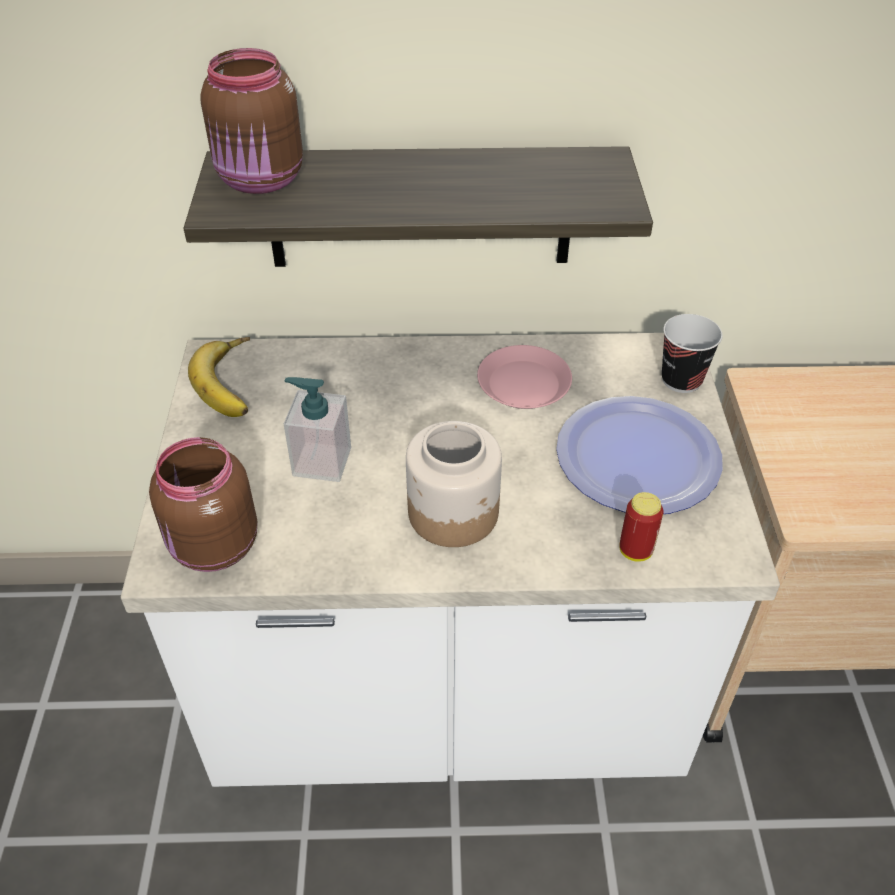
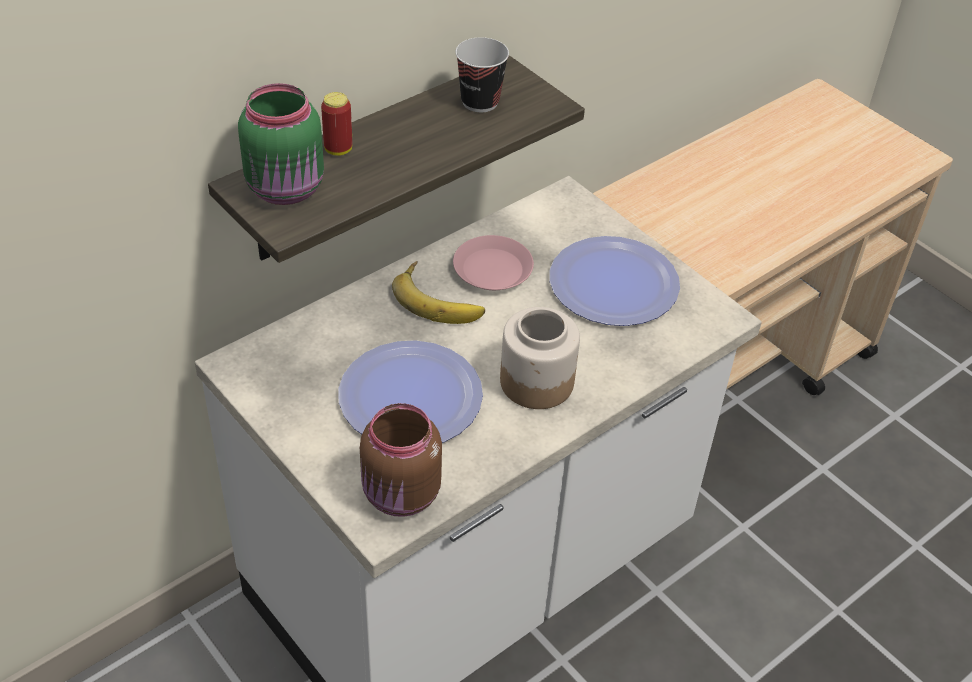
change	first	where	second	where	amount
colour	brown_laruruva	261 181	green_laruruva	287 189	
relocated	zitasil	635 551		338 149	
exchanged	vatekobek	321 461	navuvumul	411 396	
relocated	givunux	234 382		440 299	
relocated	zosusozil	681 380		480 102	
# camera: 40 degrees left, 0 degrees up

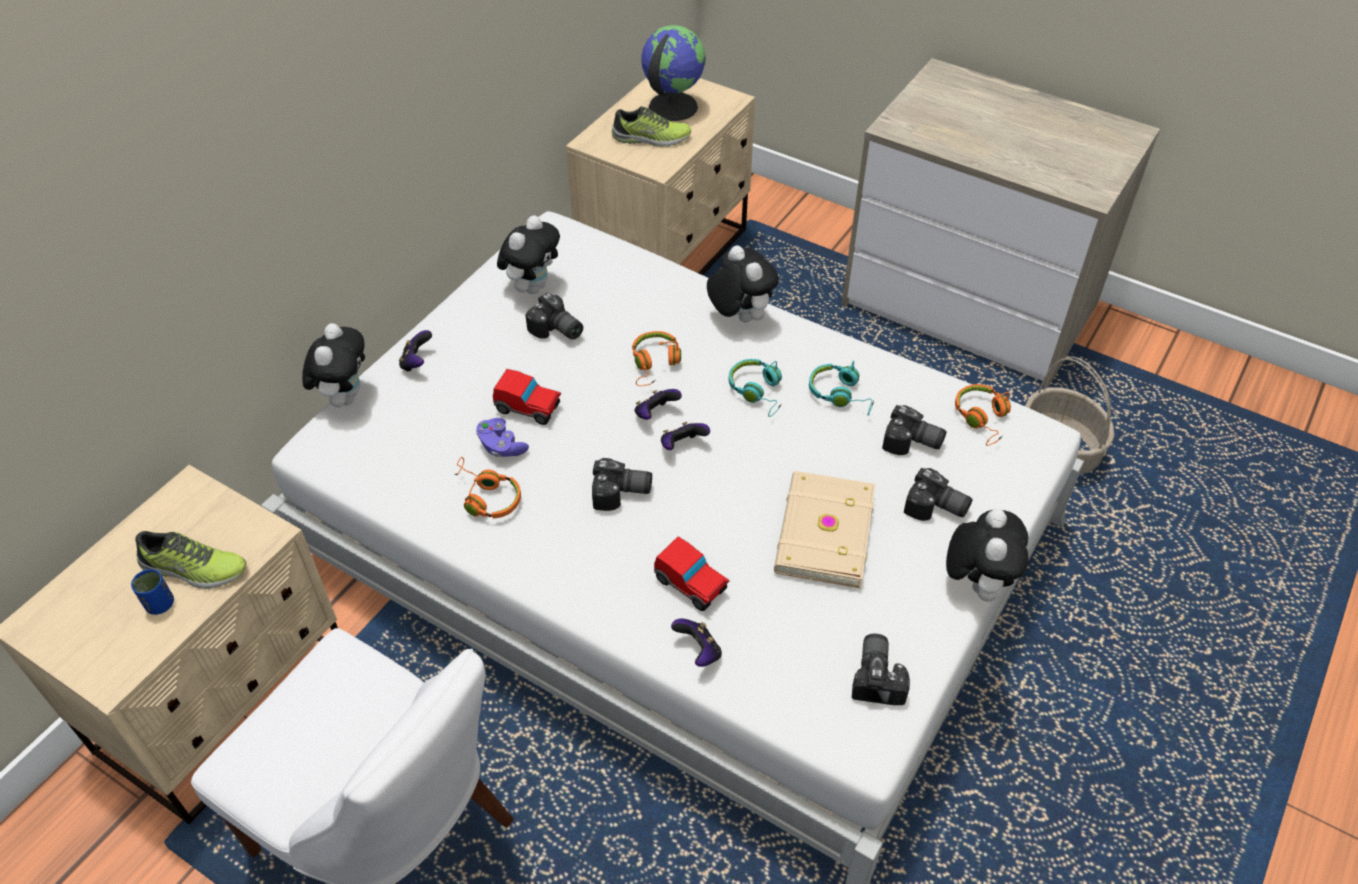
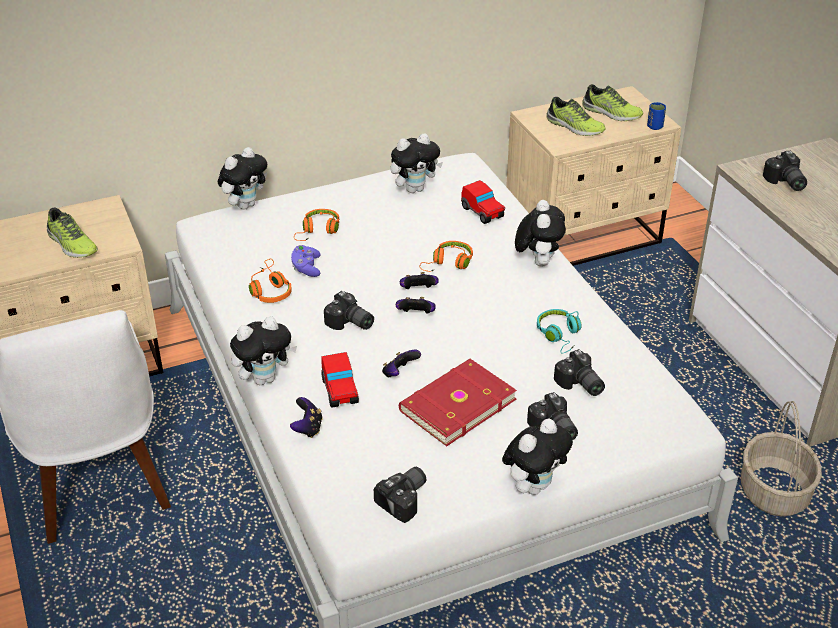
change	first	where	second	where	amount
appeared			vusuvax	264 378	
relocated	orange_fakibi	982 419		318 231	
relocated	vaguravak	417 362		399 373	
colour	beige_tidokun	822 533	red_tidokun	455 404	
relocated	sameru	528 408		482 212	
exchanged	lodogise	672 106	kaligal	611 113	
relocated	blue_zosusozil	160 604		654 127	
relocated	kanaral	556 331		784 182	
missing	turquoise_fakibi	758 392			
# camera: 35 degrees right, 10 degrees down

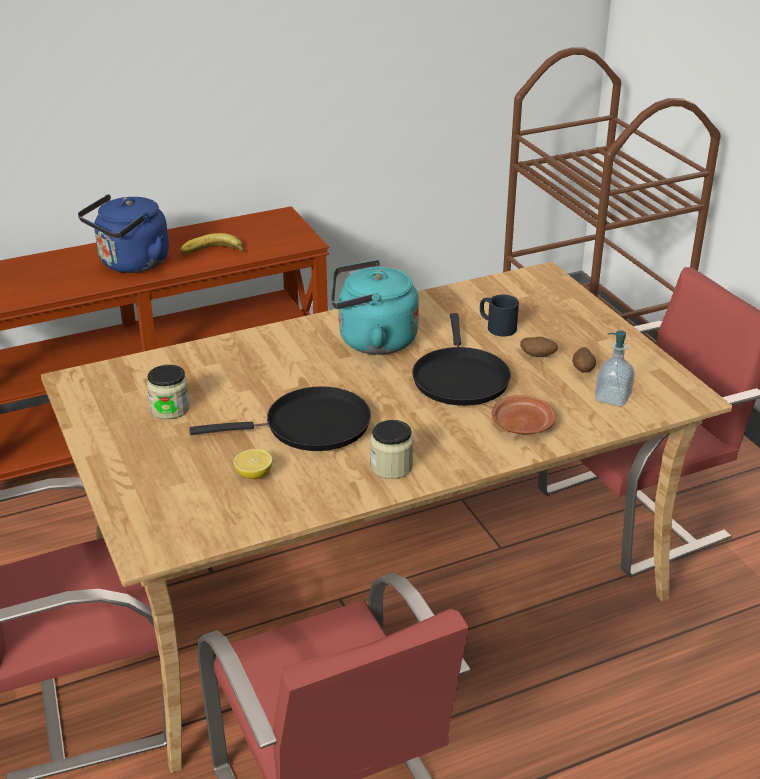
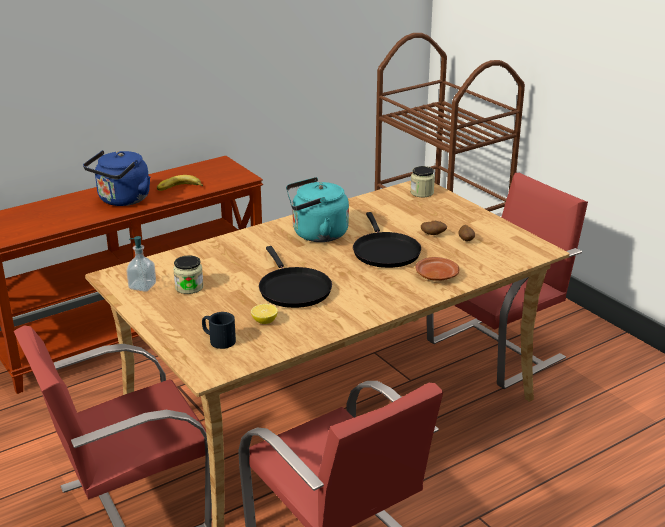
change	first	where	second	where	amount
relocated	vatekobek	612 398		142 286	
relocated	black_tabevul	496 326		218 340	
spun	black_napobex	310 426		293 289	90 degrees clockwise
relocated	laruruva	391 467		422 193	
# camera: 10 degrees left, 5 degrees down

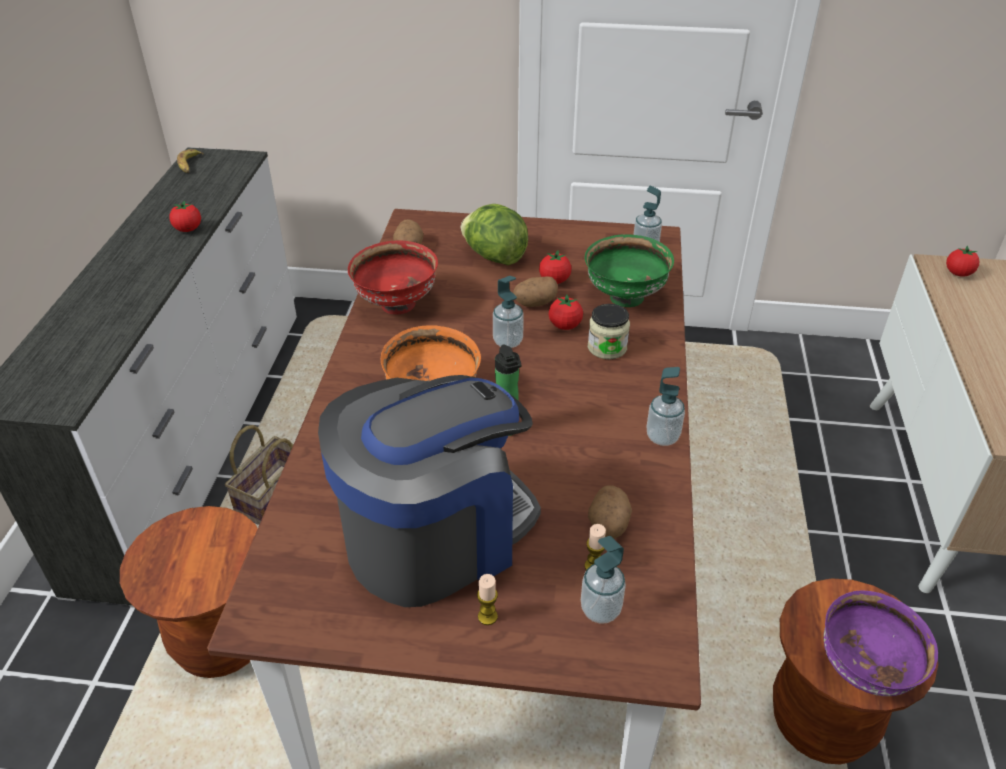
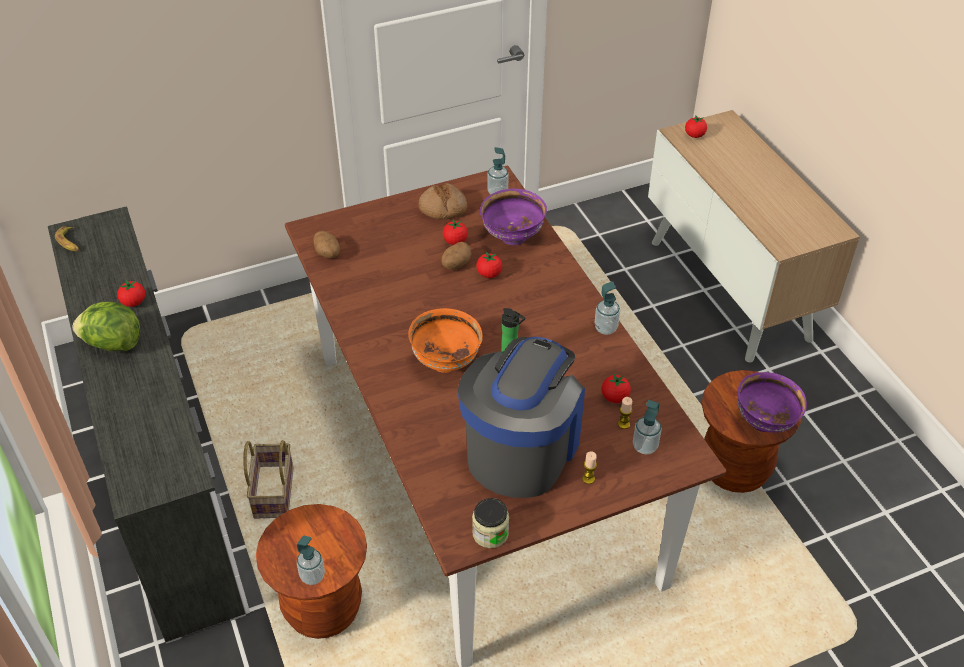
change	first	where	second	where	amount
relocated	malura	494 257		113 344	
relocated	vatekobek	508 342		312 576	
appeared			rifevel	443 208	
relocated	laruruva	607 347		490 533	
colour	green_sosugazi	624 298	purple_sosugazi	512 238	
exchanged	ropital	608 526	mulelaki	614 397	
missing	red_sosugazi	397 306			
# camera: 30 degrees left, 5 degrees up

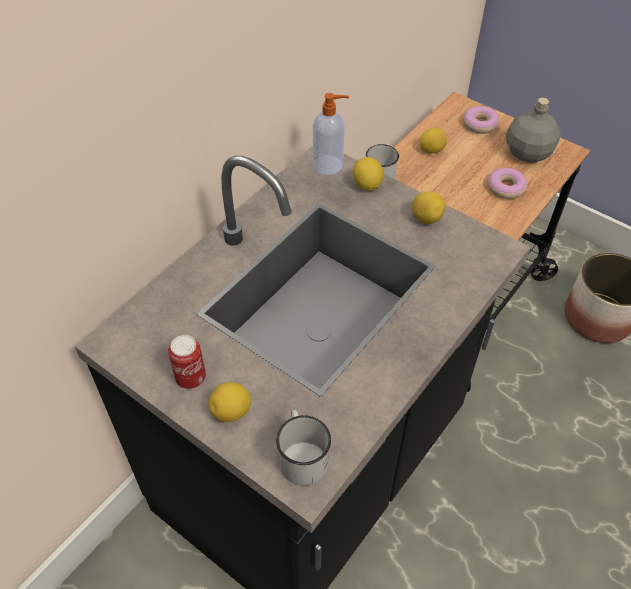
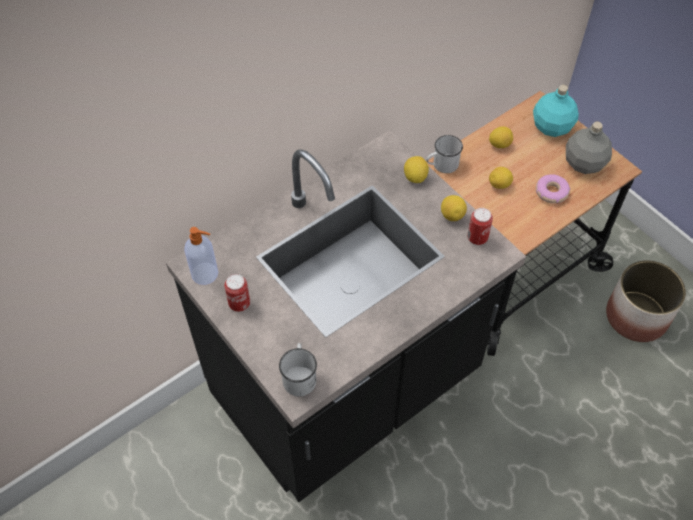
change	first	where	second	where	amount
relocated	vatekobek	329 165		206 274	
appeared			zitasil	477 238	
relocated	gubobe	231 412		499 185	
exchanged	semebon	479 124	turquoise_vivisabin	551 127	
# camera: 15 degrees right, 5 degrees up

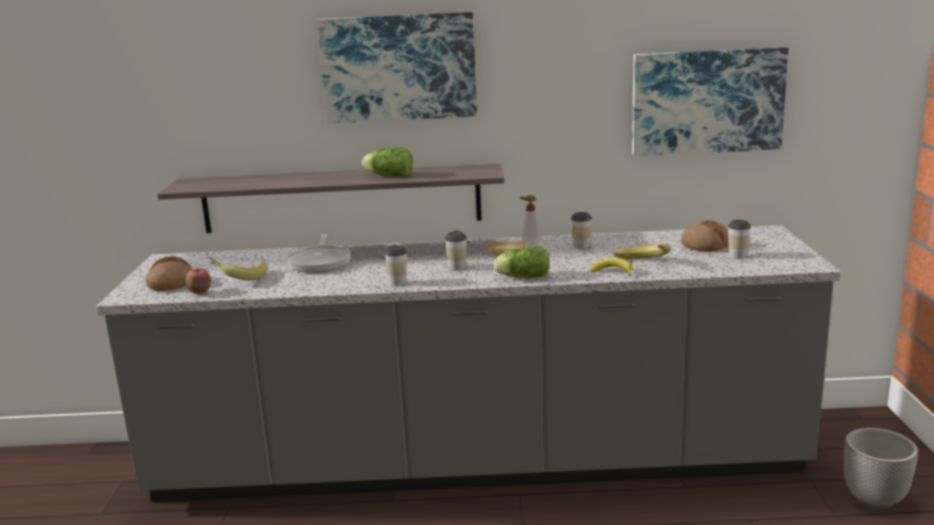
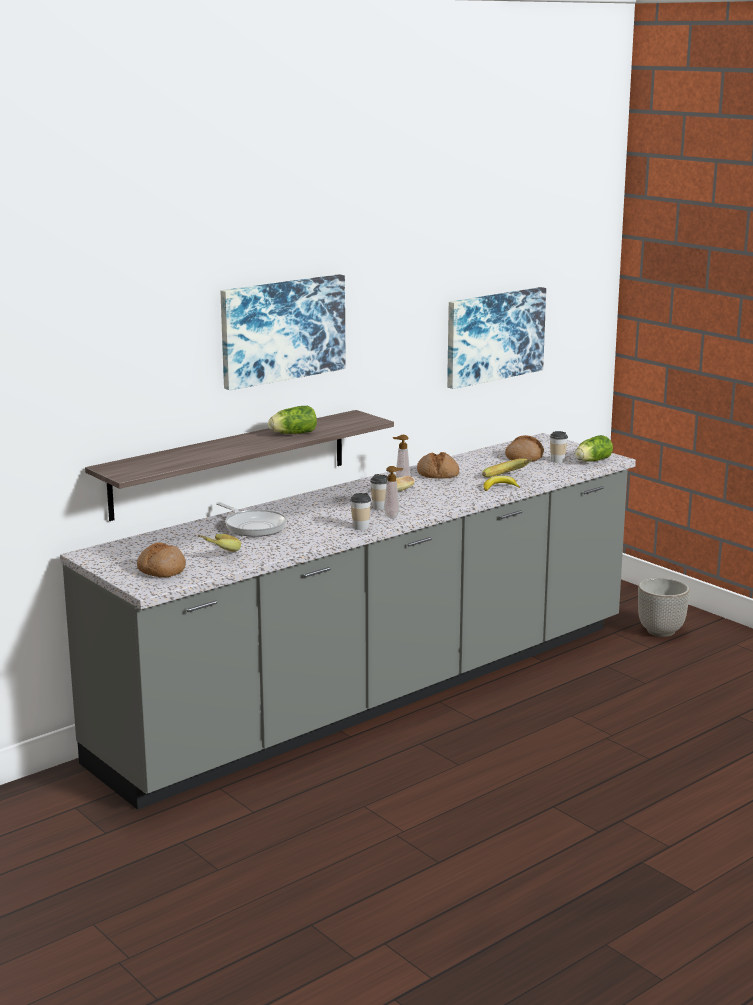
change	first	where	second	where	amount
appeared			vatekobek	393 516	
exchanged	zosusozil	581 246	rifevel	437 474	
relocated	malura	521 277		591 461	
missing	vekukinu	200 293			
# camera: 40 degrees left, 0 degrees up

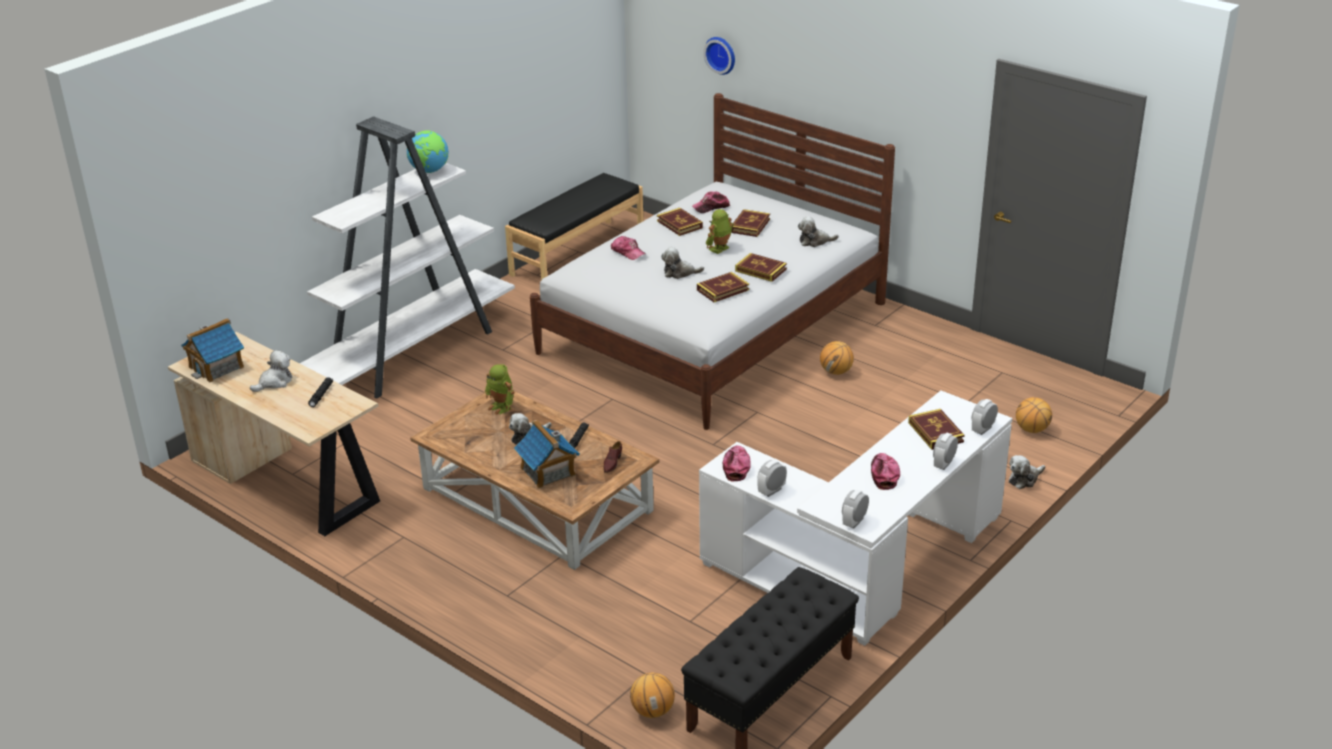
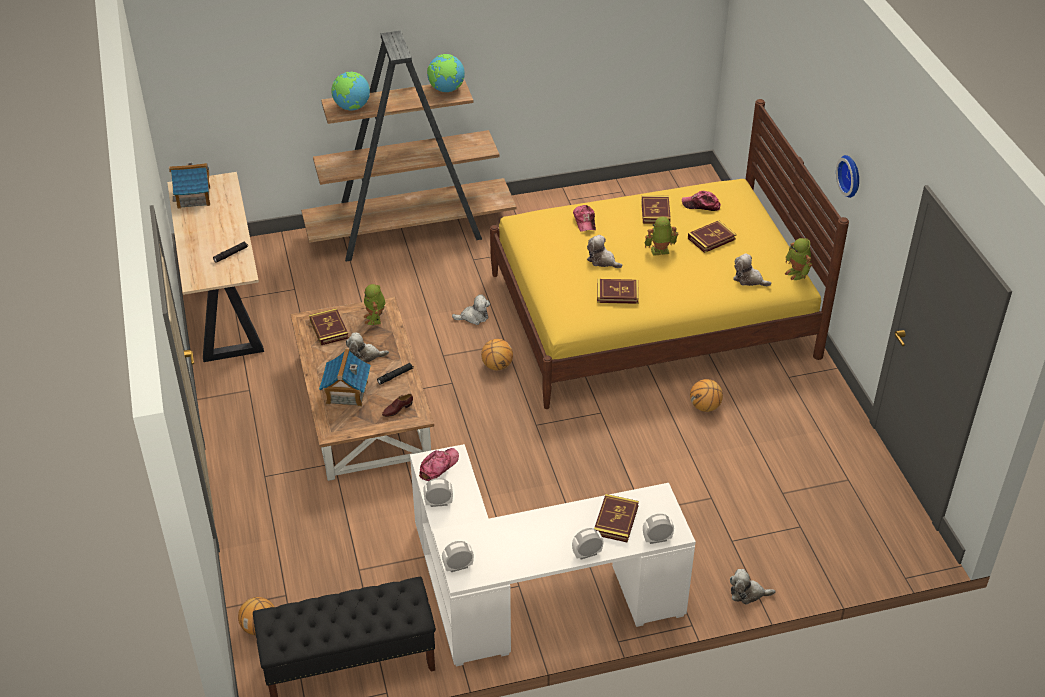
change	first	where	second	where	amount
colour	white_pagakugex	414 351	brown_pagakugex	411 231	
relocated	tidokun	761 270		329 329	
appeared			lodogise	352 107	
relocated	vusuvax	274 382		473 317	
relocated	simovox	1031 429		497 366	
colour	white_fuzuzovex	713 328	yellow_fuzuzovex	651 315	
appeared			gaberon	797 273	
relocated	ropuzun	721 54		851 175	
missing	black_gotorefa	577 254			
missing	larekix	884 474			
# camera: 35 degrees right, 10 degrees up

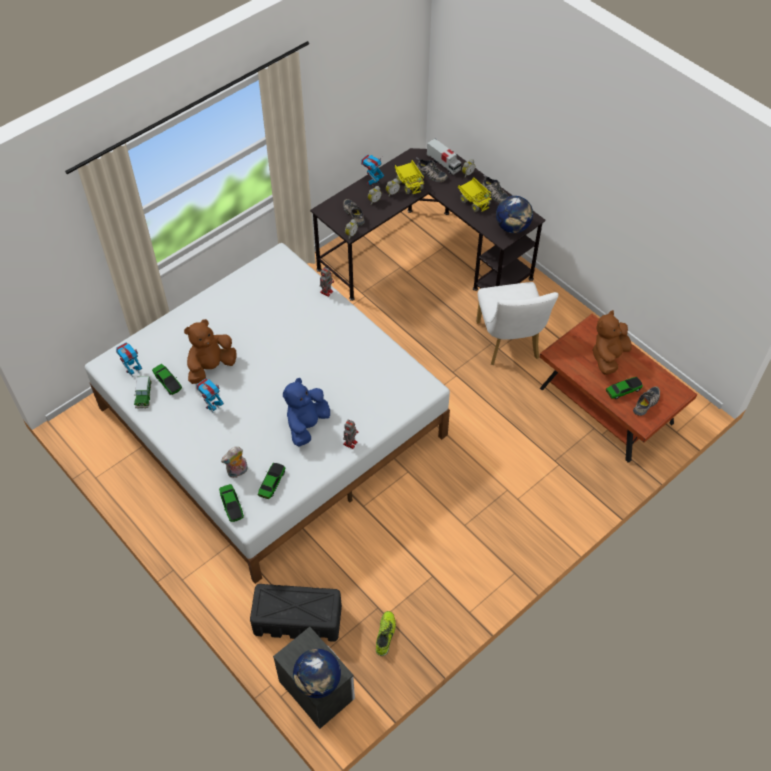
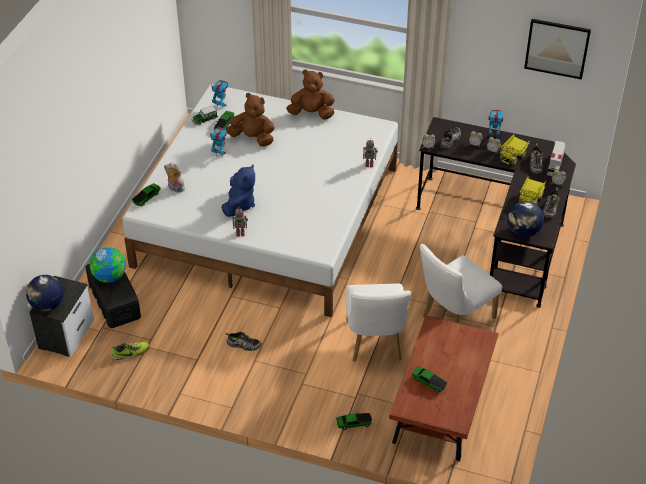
change	first	where	second	where	amount
appeared			lodogise	110 276	
spun	blue_vusuvax	307 425		239 205	105 degrees clockwise
relocated	kaligal	647 403		243 345	
relocated	brown_vusuvax	608 357		311 114	
relocated	sameru	272 483		354 423	
appeared			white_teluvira	375 344	
appeared			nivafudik	557 48	
# camera: 60 degrees right, 10 degrees down

